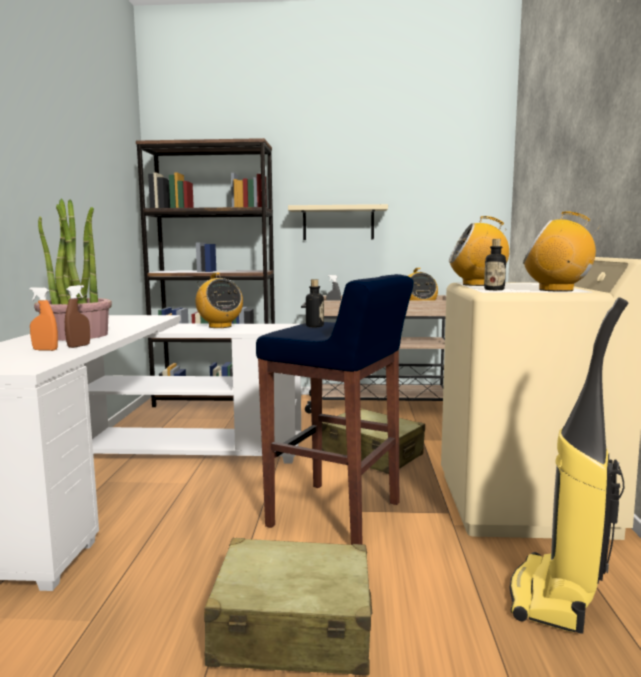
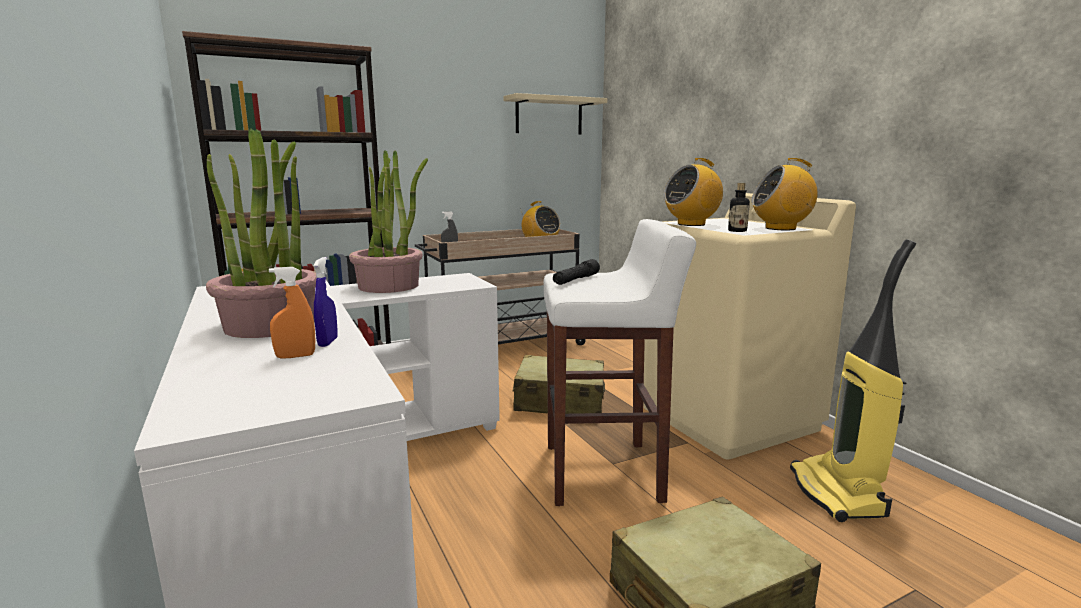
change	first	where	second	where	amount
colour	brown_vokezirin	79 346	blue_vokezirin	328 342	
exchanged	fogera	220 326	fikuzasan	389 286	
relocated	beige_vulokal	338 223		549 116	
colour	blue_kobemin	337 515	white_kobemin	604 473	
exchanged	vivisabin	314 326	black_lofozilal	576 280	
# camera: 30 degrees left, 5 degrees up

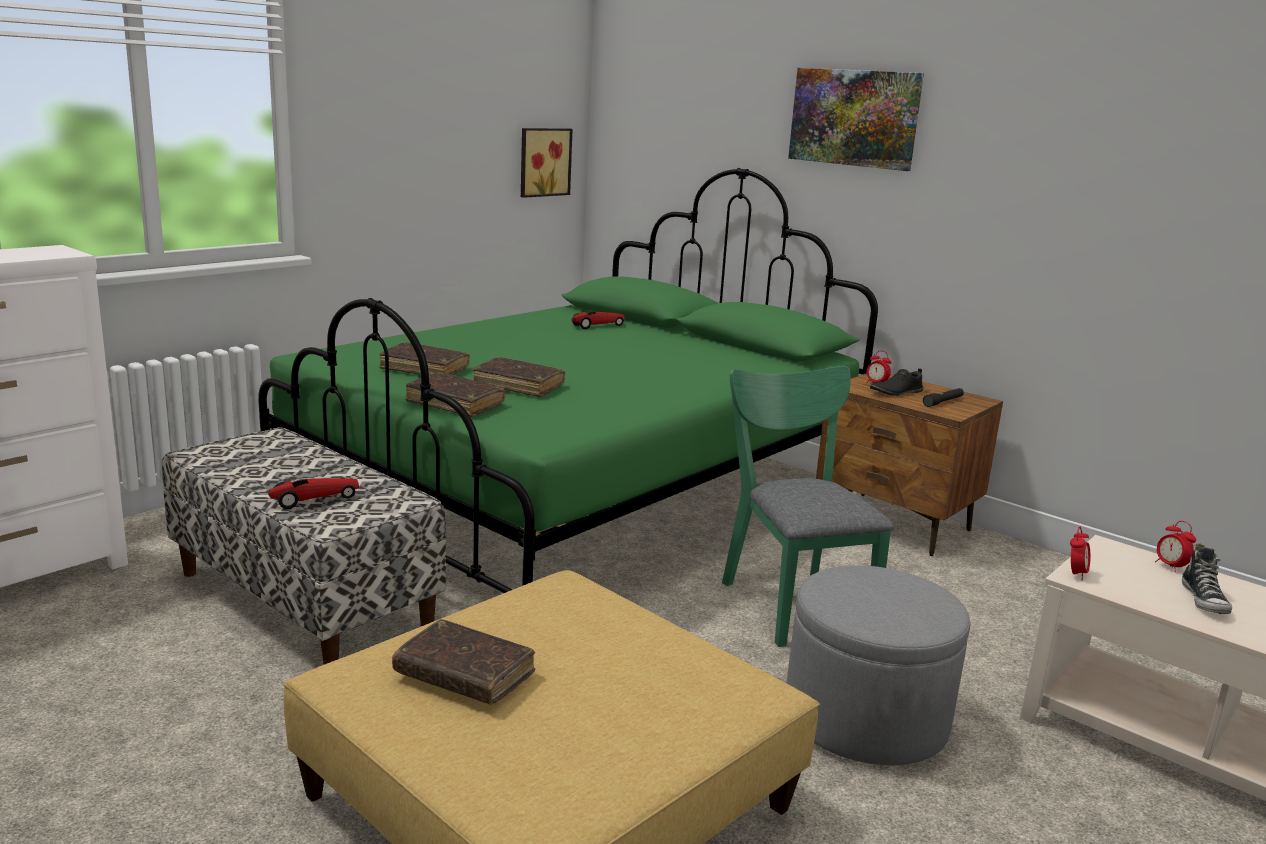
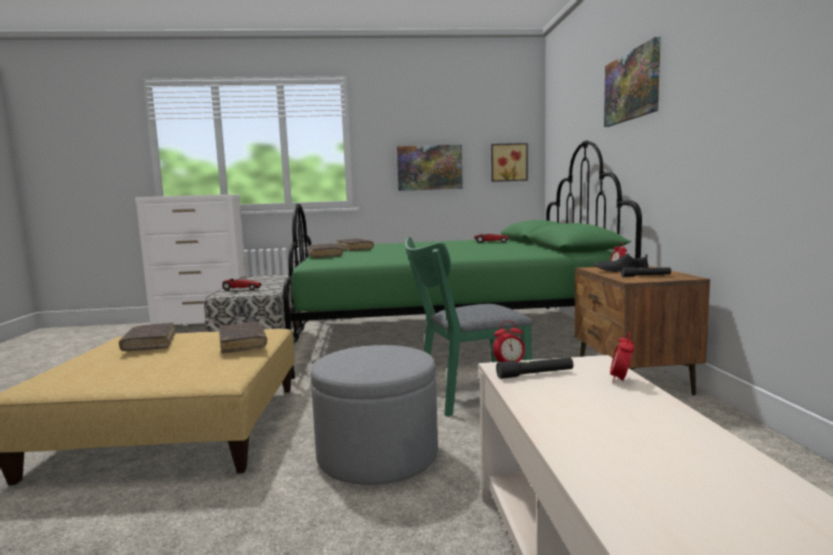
change	first	where	second	where	amount
relocated	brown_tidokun	518 385		242 344	
appeared			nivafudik	429 167	
spun	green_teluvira	791 600		465 395	135 degrees counterclockwise
appeared			black_lofozilal	535 374	
missing	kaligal	1204 600			
# camera: 45 degrees right, 10 degrees down

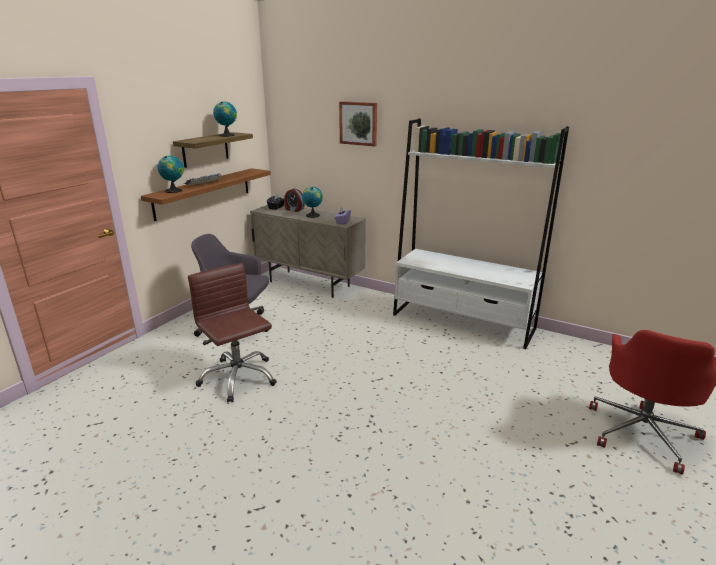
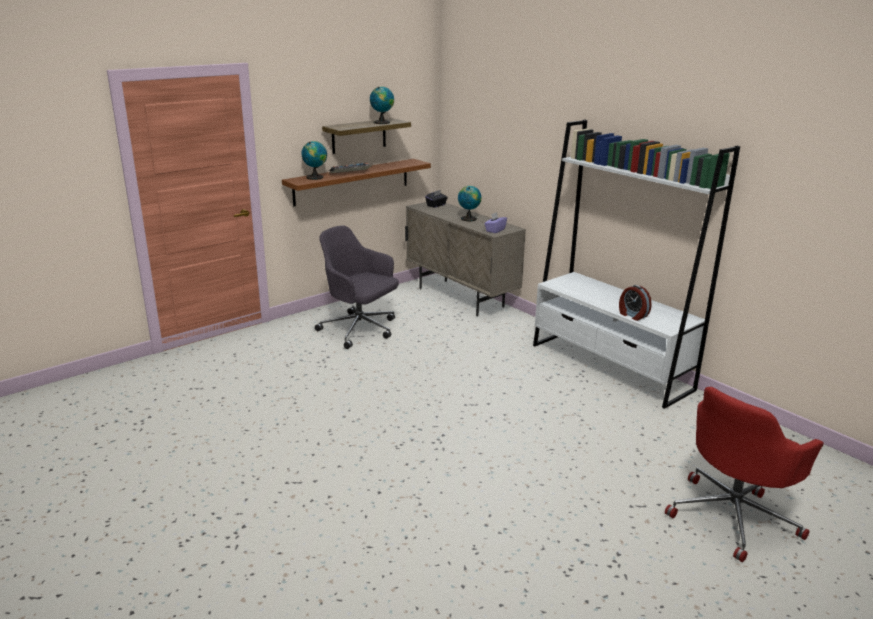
change	first	where	second	where	amount
relocated	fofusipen	294 209		632 315	
missing	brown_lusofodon	238 378			
missing	nivafudik	358 123			
# camera: 20 degrees right, 0 degrees up

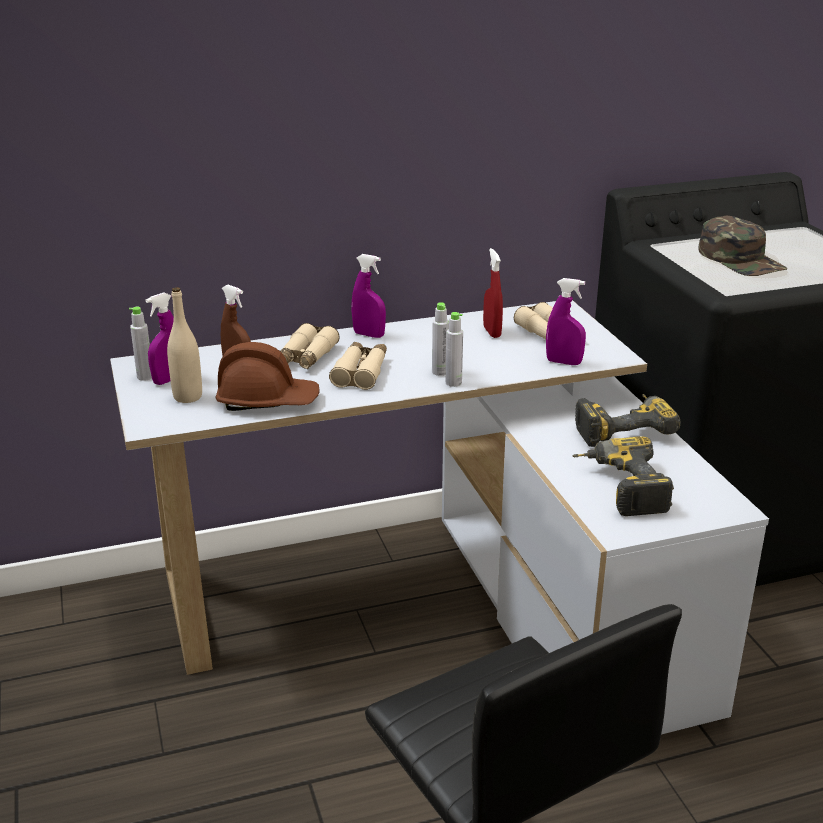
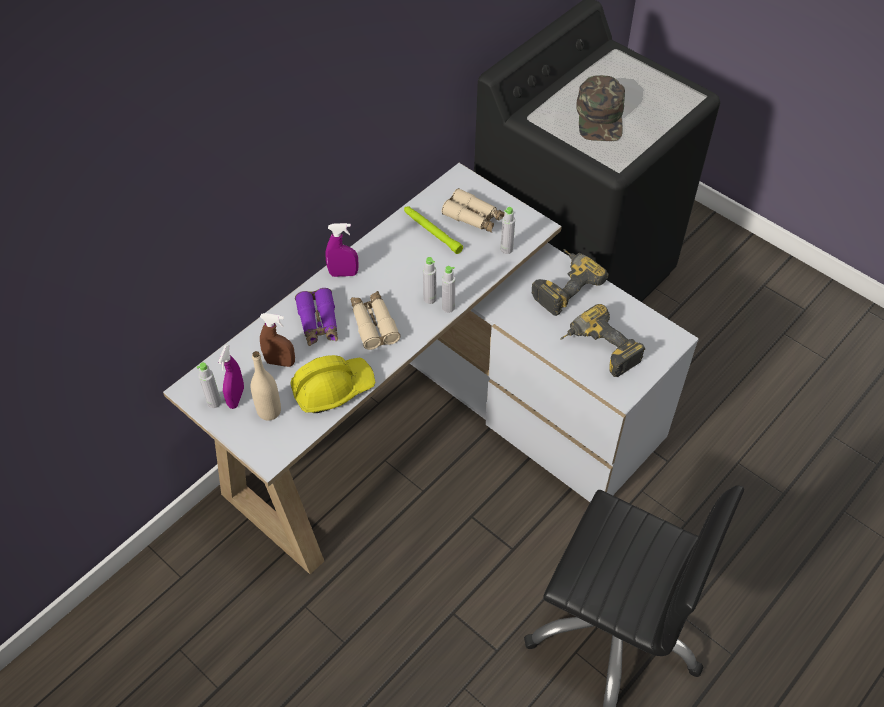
change	first	where	second	where	amount
colour	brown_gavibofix	267 401	yellow_gavibofix	332 389	
colour	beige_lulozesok	306 357	purple_lulozesok	318 323	
exchanged	red_vokezirin	492 332	green_lofozilal	431 231	
exchanged	purple_vokezirin	563 362	grey_vivisabin	506 249	
spun	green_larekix	741 260		600 117	60 degrees clockwise
# camera: 30 degrees left, 25 degrees up

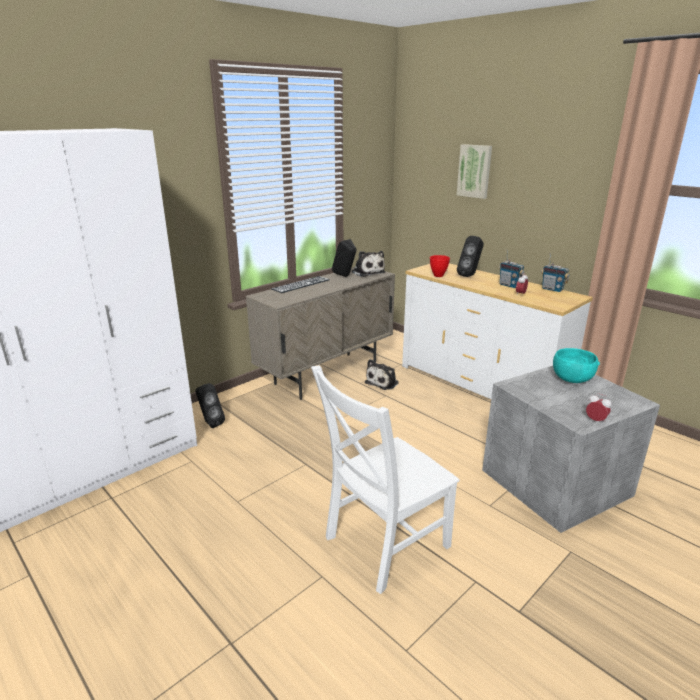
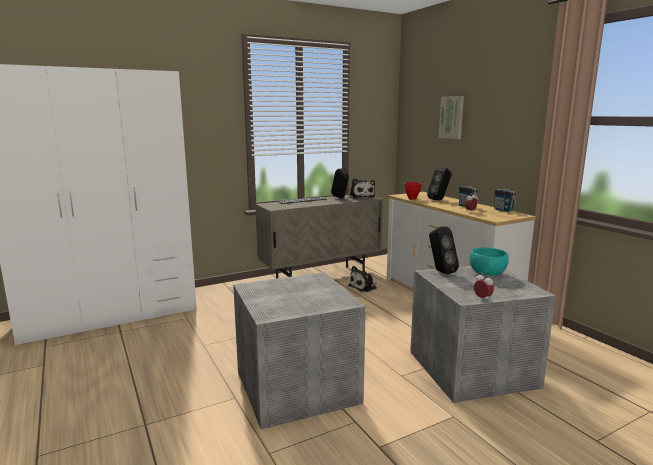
change	first	where	second	where	amount
exchanged	white_teluvira	383 544	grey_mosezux	295 386	
relocated	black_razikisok	210 423		440 271	
# camera: 15 degrees right, 10 degrees down

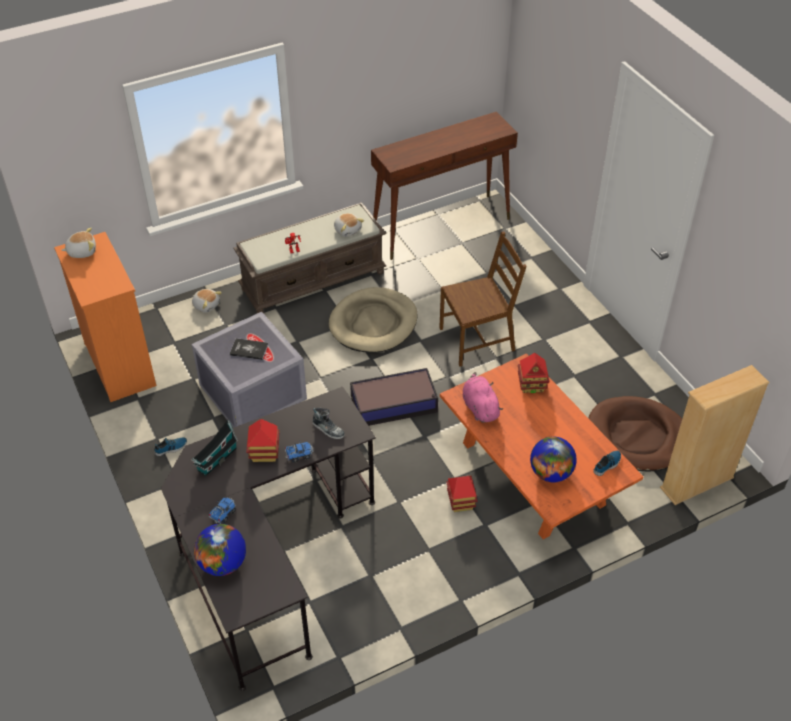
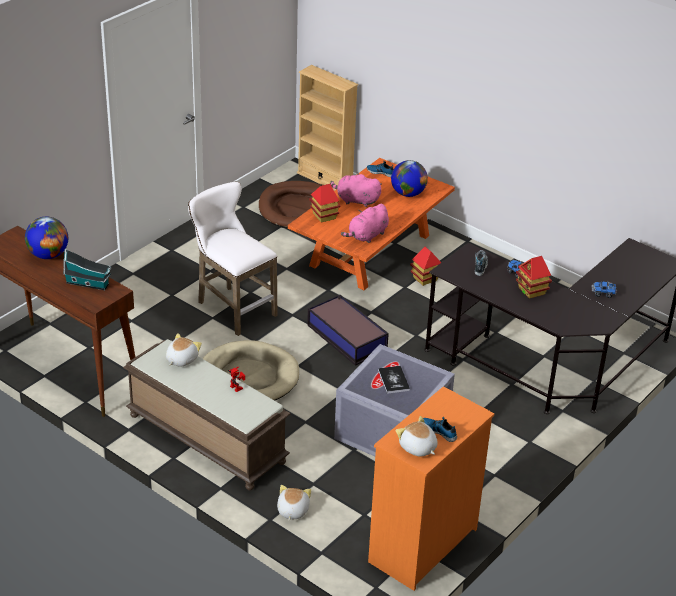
change	first	where	second	where	amount
relocated	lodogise	223 563		48 255	
relocated	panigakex	216 460		89 284	
exchanged	brown_teluvira	477 339	white_kobemin	232 307	
appeared			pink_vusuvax	356 200	
relocated	kaligal	171 448		439 431	
# camera: 115 degrees left, 10 degrees down

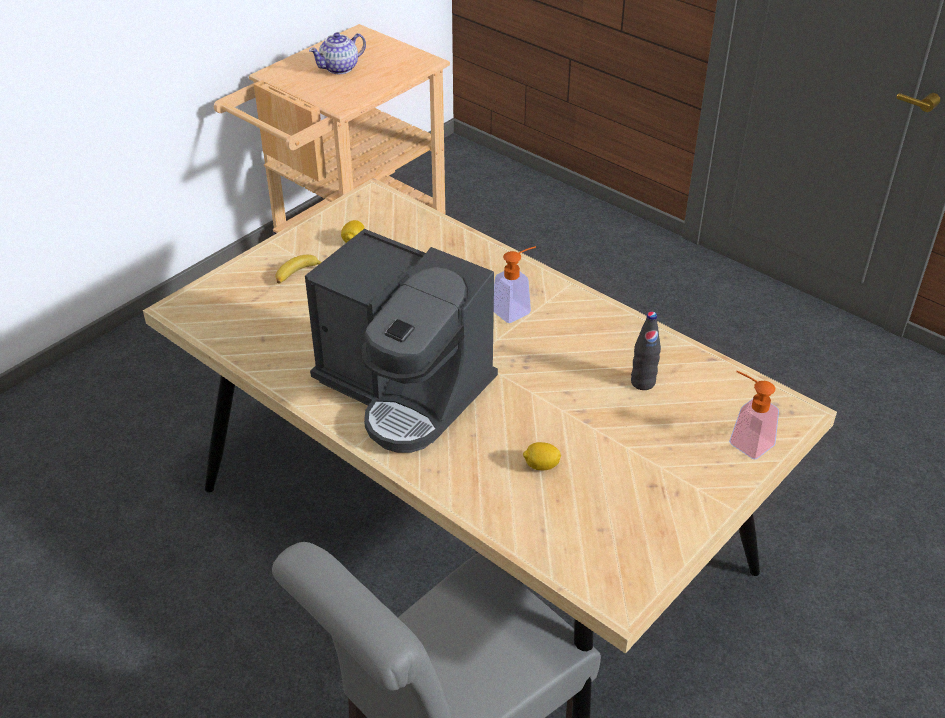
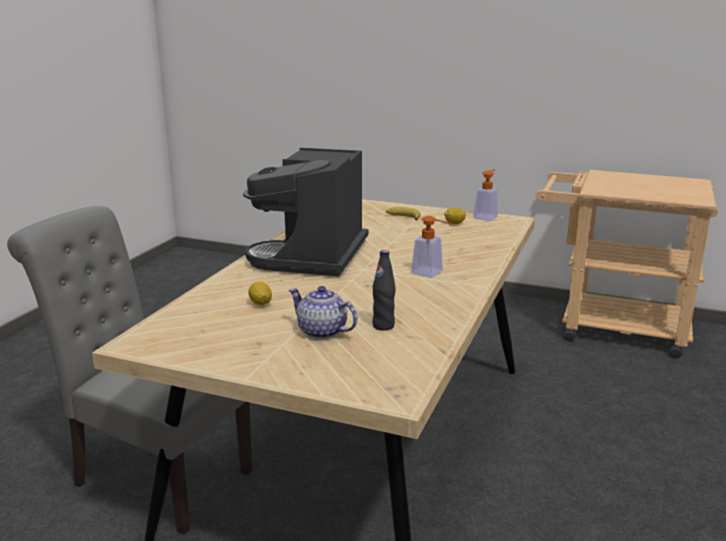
change	first	where	second	where	amount
relocated	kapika	340 68		322 332	
relocated	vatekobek	745 440		486 216	
# camera: 70 degrees right, 20 degrees down

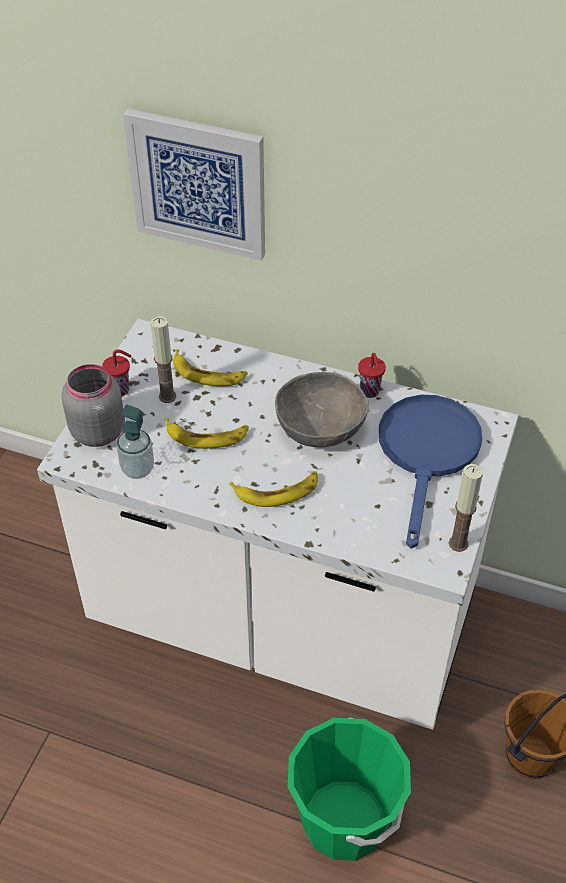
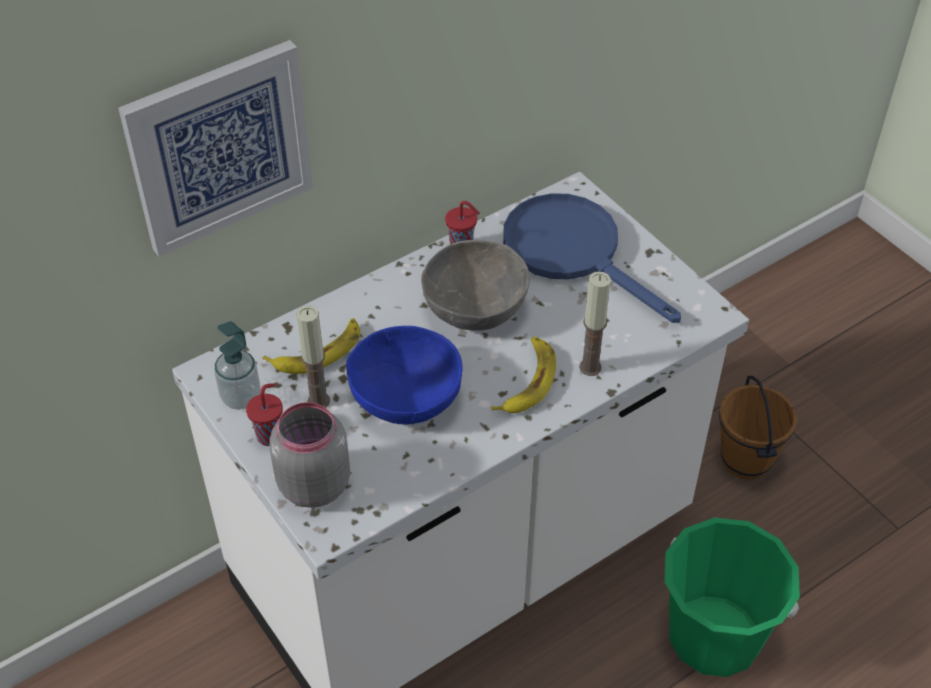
change	first	where	second	where	amount
relocated	vatekobek	137 469		241 397	
exchanged	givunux	207 436	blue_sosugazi	405 397	
relocated	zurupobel	458 543		590 367	
# camera: 55 degrees left, 0 degrees up

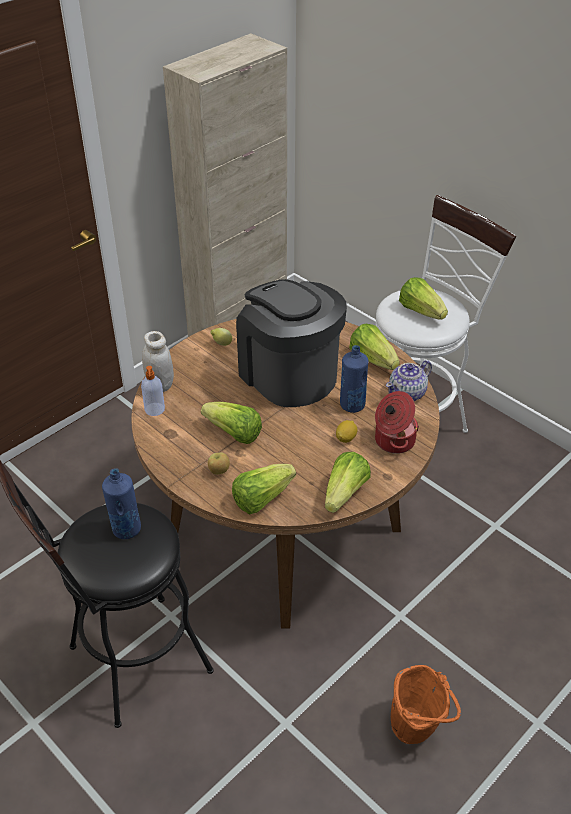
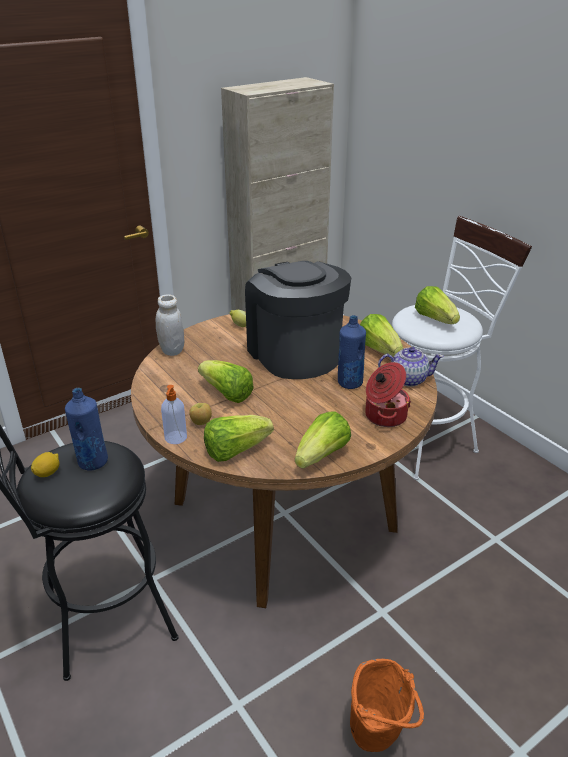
change	first	where	second	where	amount
relocated	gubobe	346 438		47 473	
relocated	vatekobek	154 410		175 438	
spun	kapika	407 393		407 379	150 degrees counterclockwise
# camera: 10 degrees right, 10 degrees down

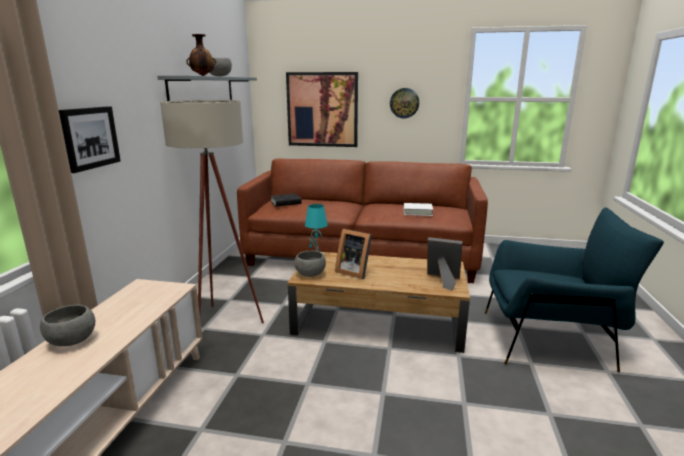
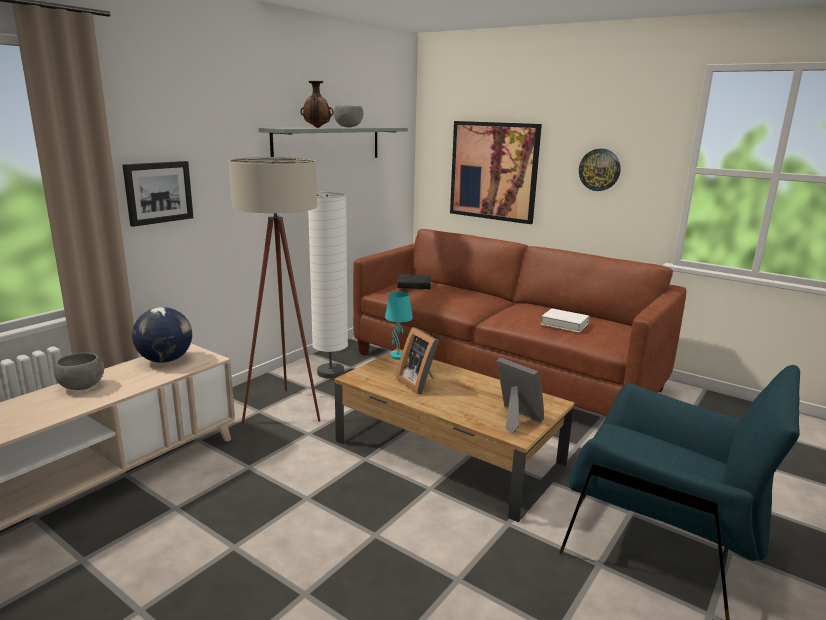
change	first	where	second	where	amount
appeared			lodogise	166 360	
appeared			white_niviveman	330 372	
missing	grey_sosugazi	310 275			
# camera: 25 degrees right, 0 degrees up

